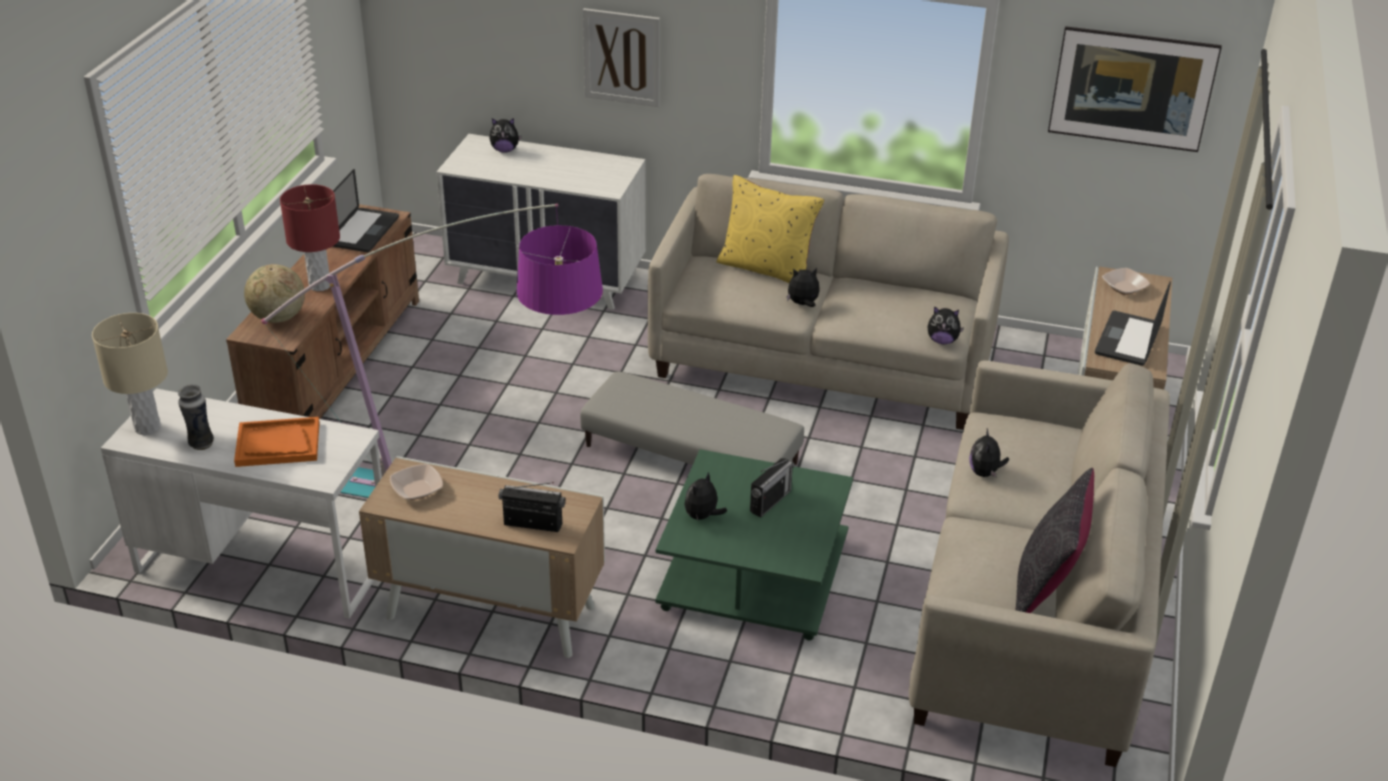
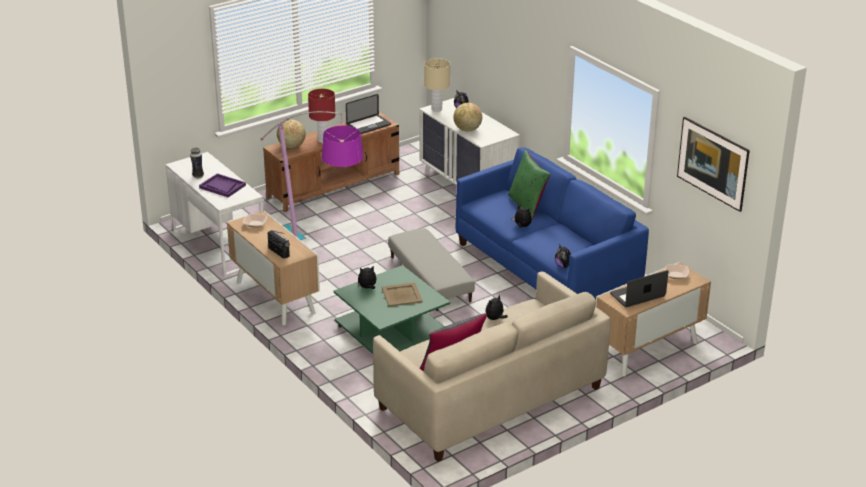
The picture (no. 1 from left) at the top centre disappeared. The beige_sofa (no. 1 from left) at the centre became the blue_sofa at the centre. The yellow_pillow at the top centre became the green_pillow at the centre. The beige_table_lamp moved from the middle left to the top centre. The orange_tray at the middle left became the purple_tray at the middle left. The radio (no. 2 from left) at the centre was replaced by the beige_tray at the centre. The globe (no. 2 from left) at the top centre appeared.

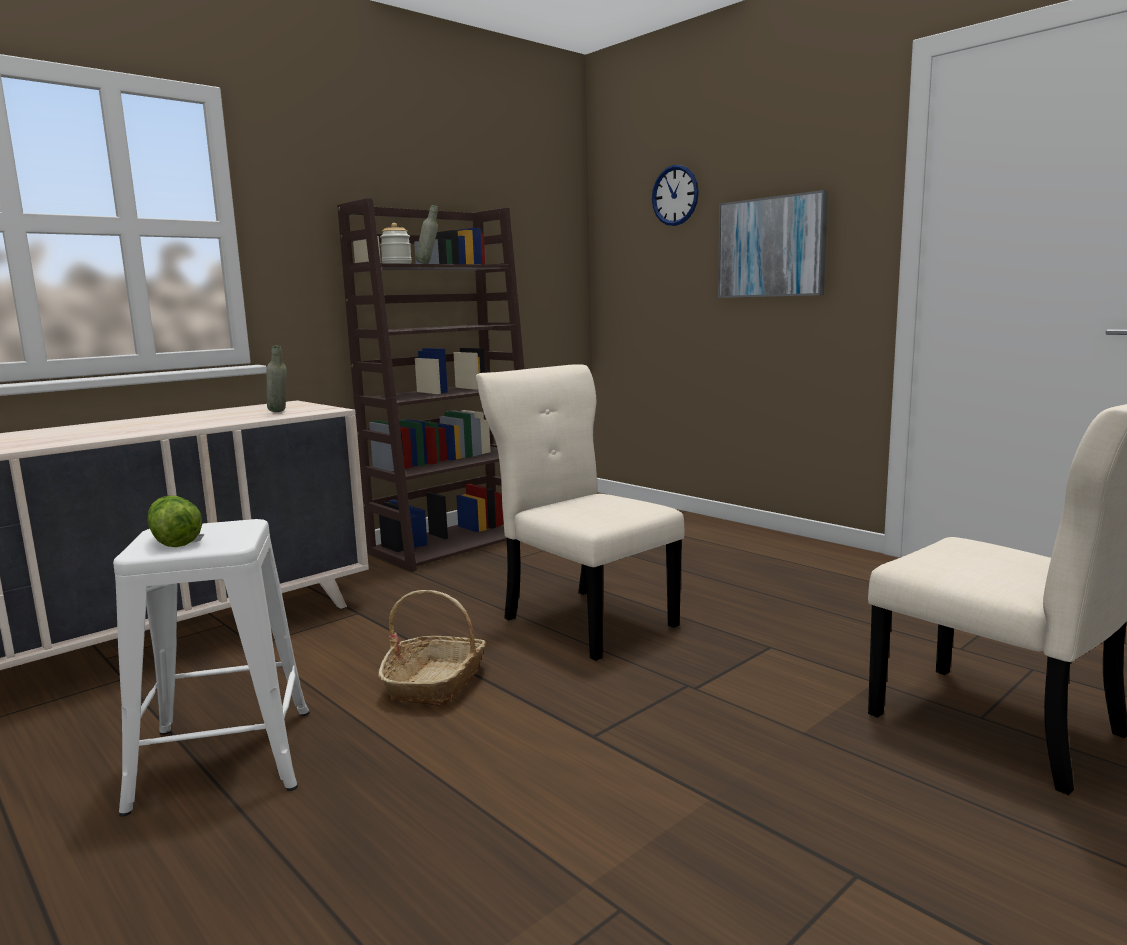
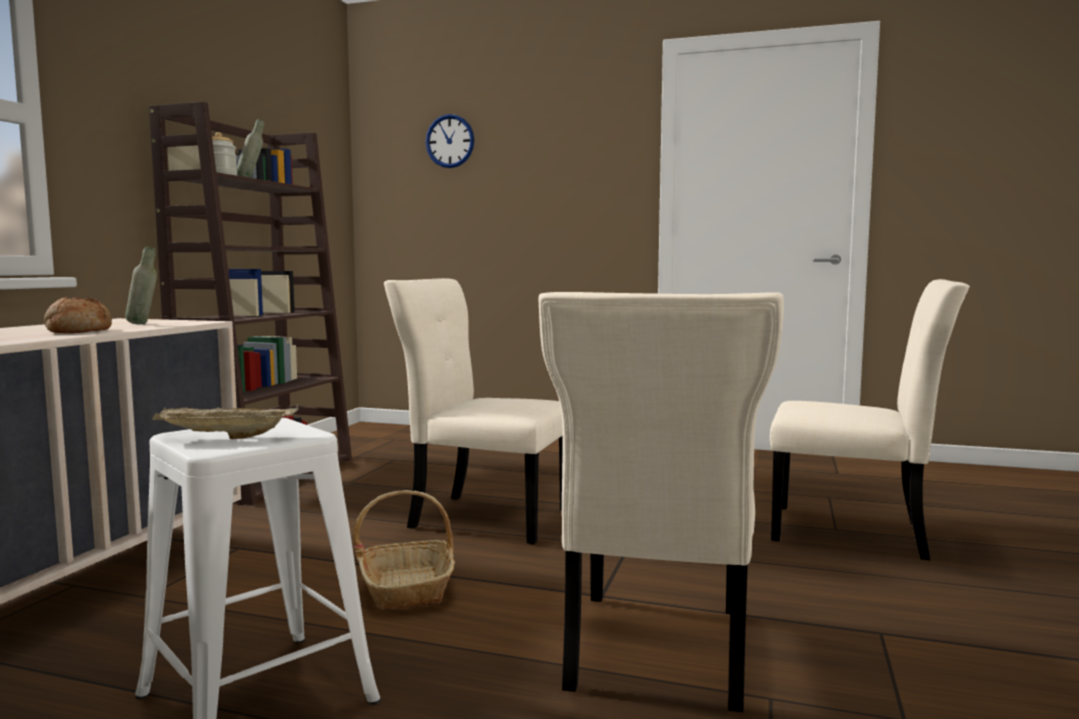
The picture at the top right disappeared. The lettuce at the middle left was replaced by the beige_tray at the middle left. The beige_chair (no. 2 from left) at the bottom centre appeared. The bread at the middle left appeared.

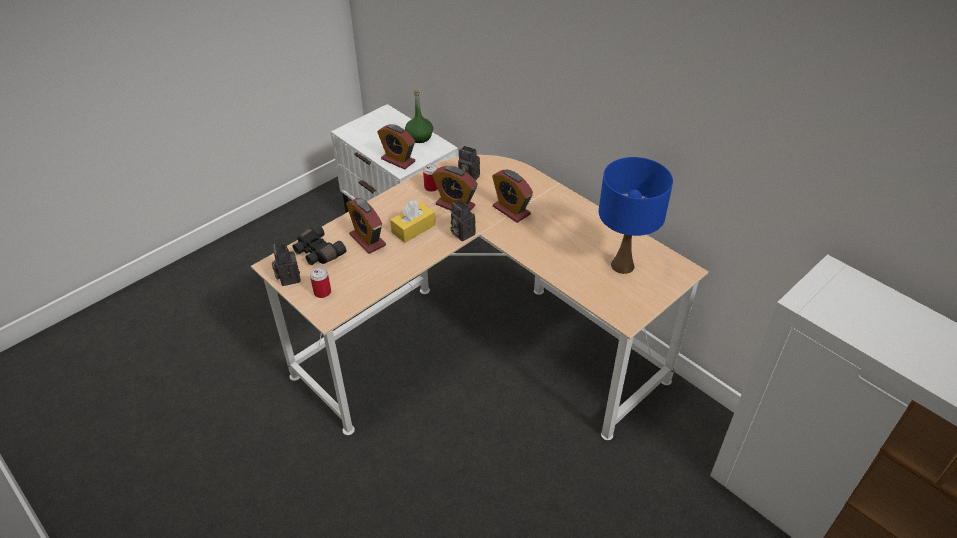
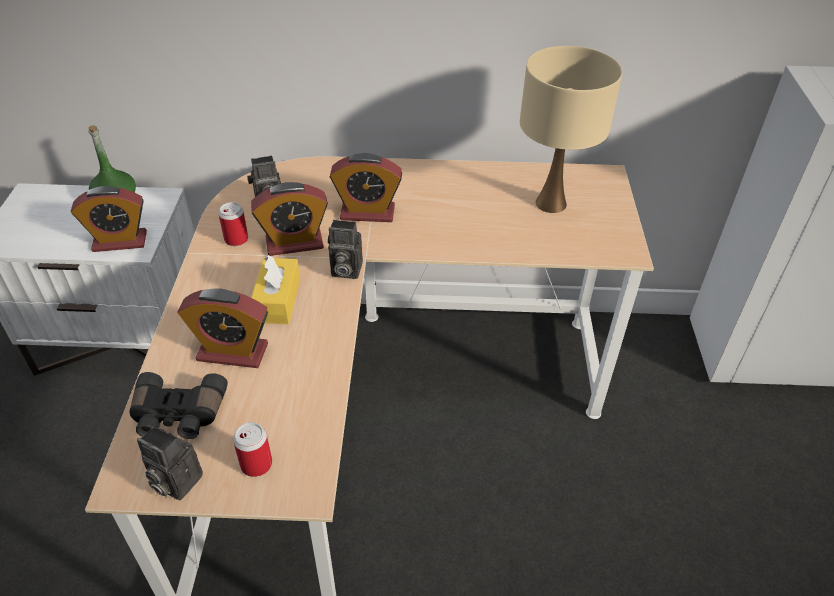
The blue_table_lamp at the centre became the beige_table_lamp at the top right.

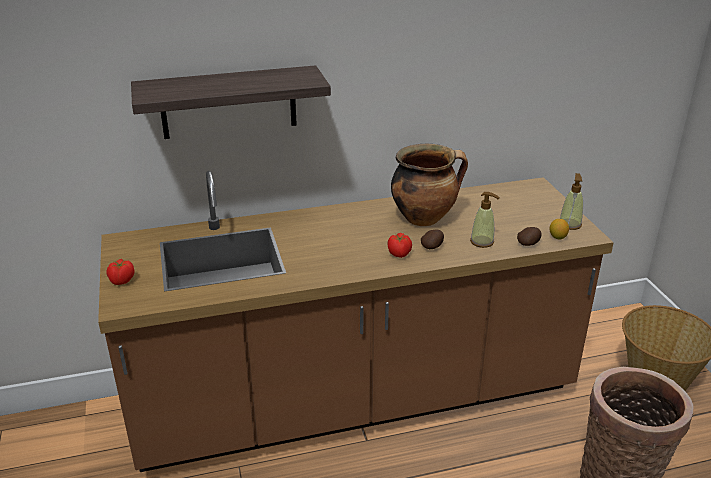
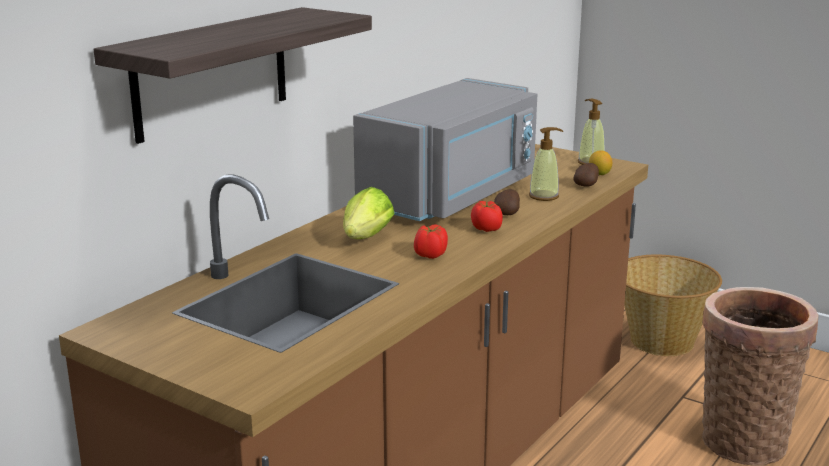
The cooking_pot at the centre was replaced by the grey_microwave at the top centre. The tomato (no. 1 from left) moved from the middle left to the centre. The lettuce at the centre appeared.

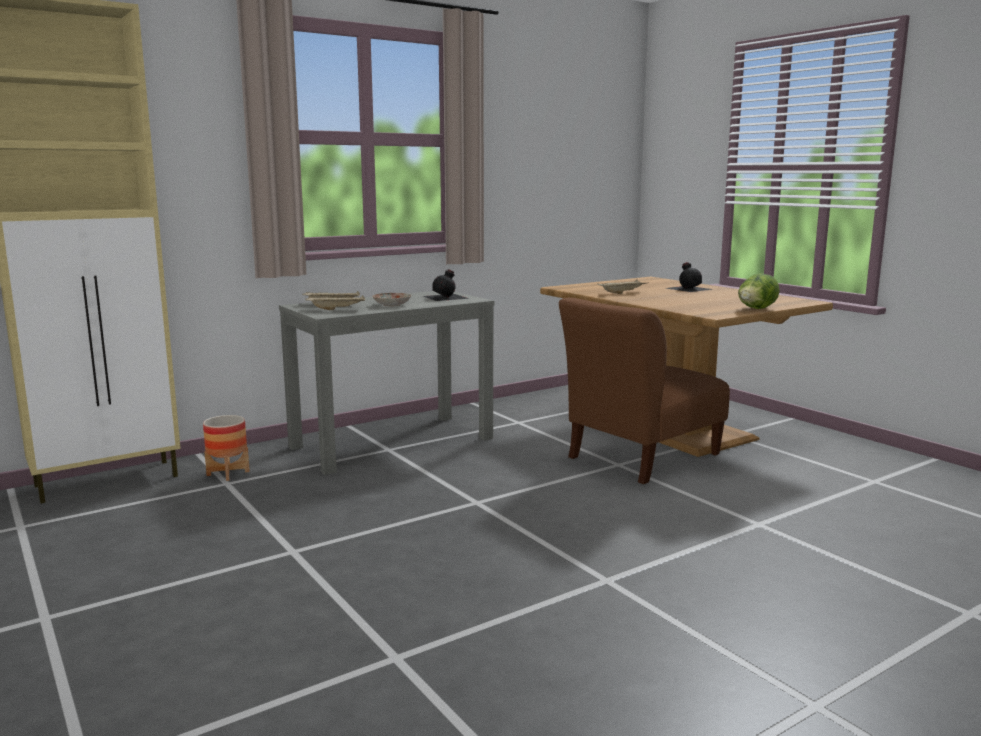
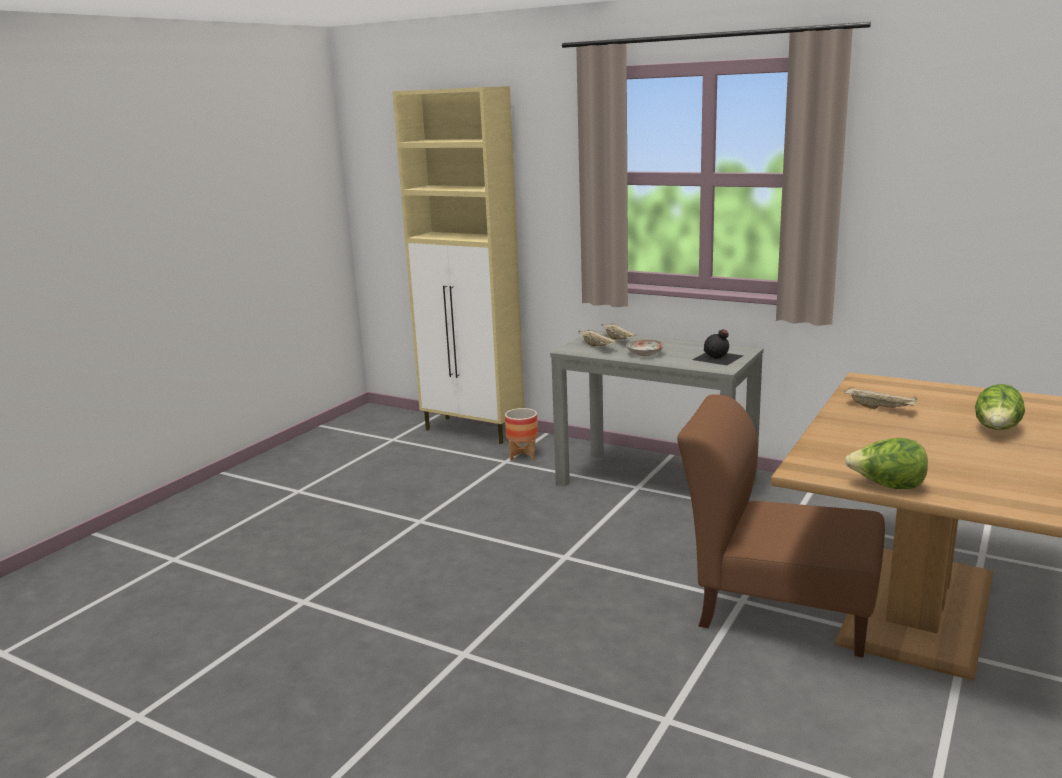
The black_bottle (no. 2 from left) at the middle right was replaced by the lettuce (no. 2 from left) at the middle right.

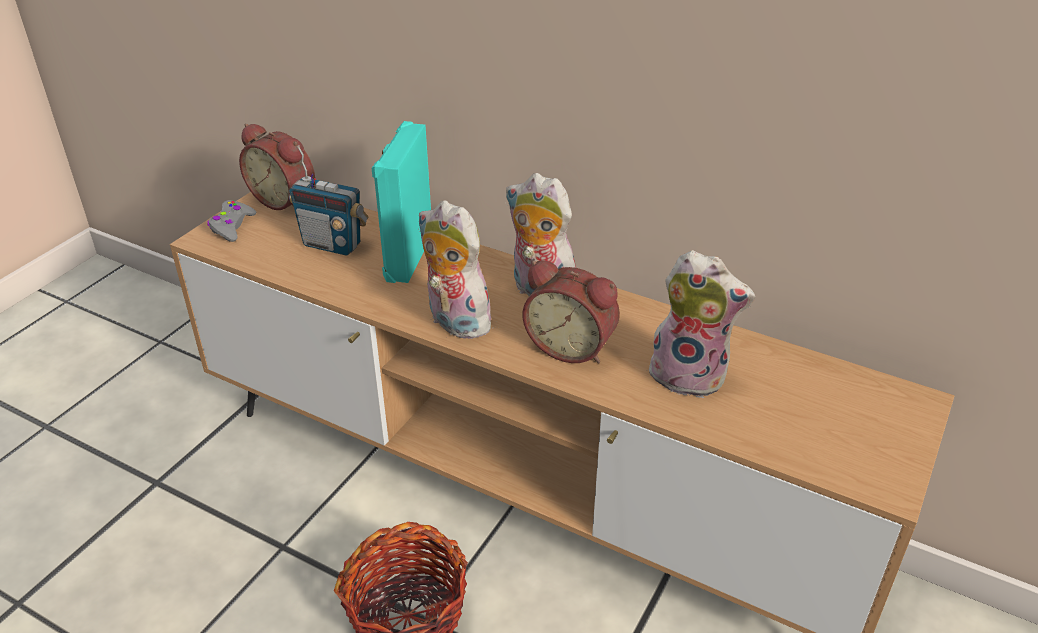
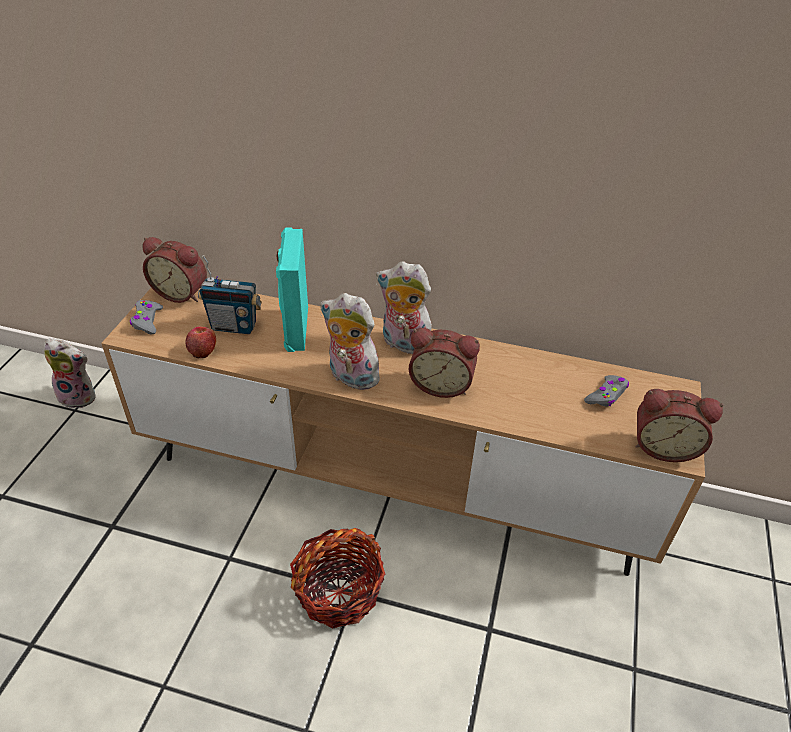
The plush_toy (no. 3 from left in the first image) moved from the middle right to the middle left. The apple at the middle left appeared. The grey_game_controller (no. 2 from left) at the middle right appeared. The alarm_clock (no. 3 from left) at the middle right appeared.

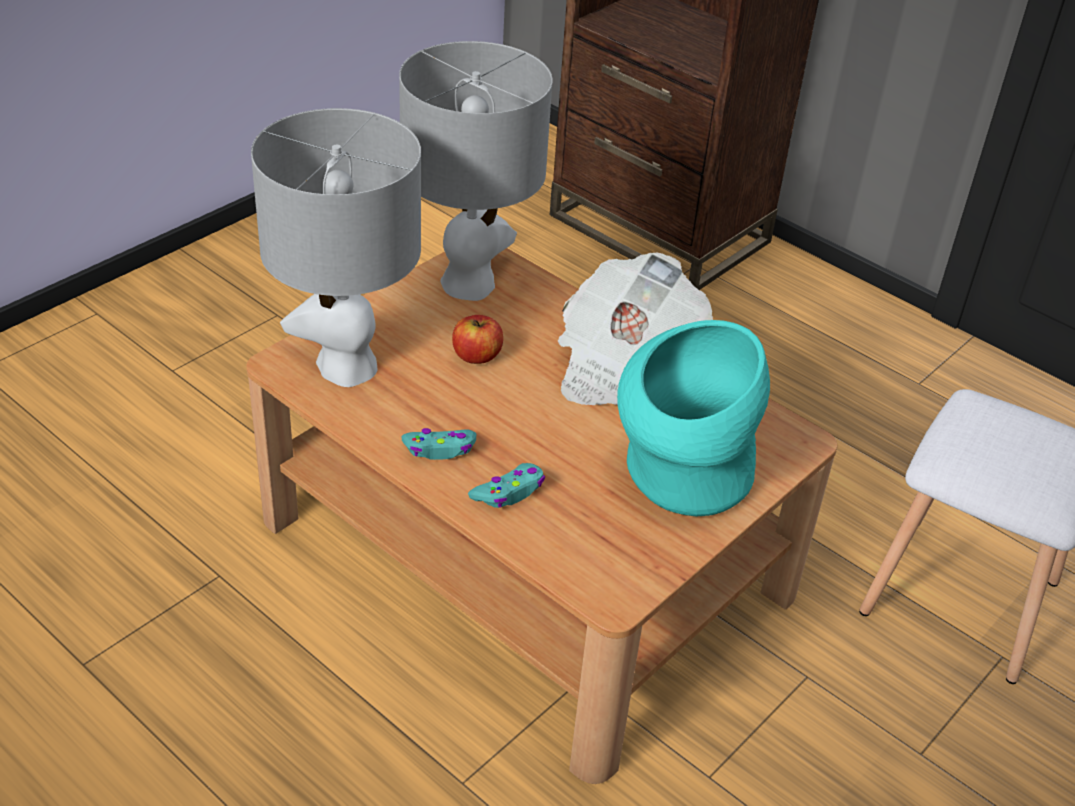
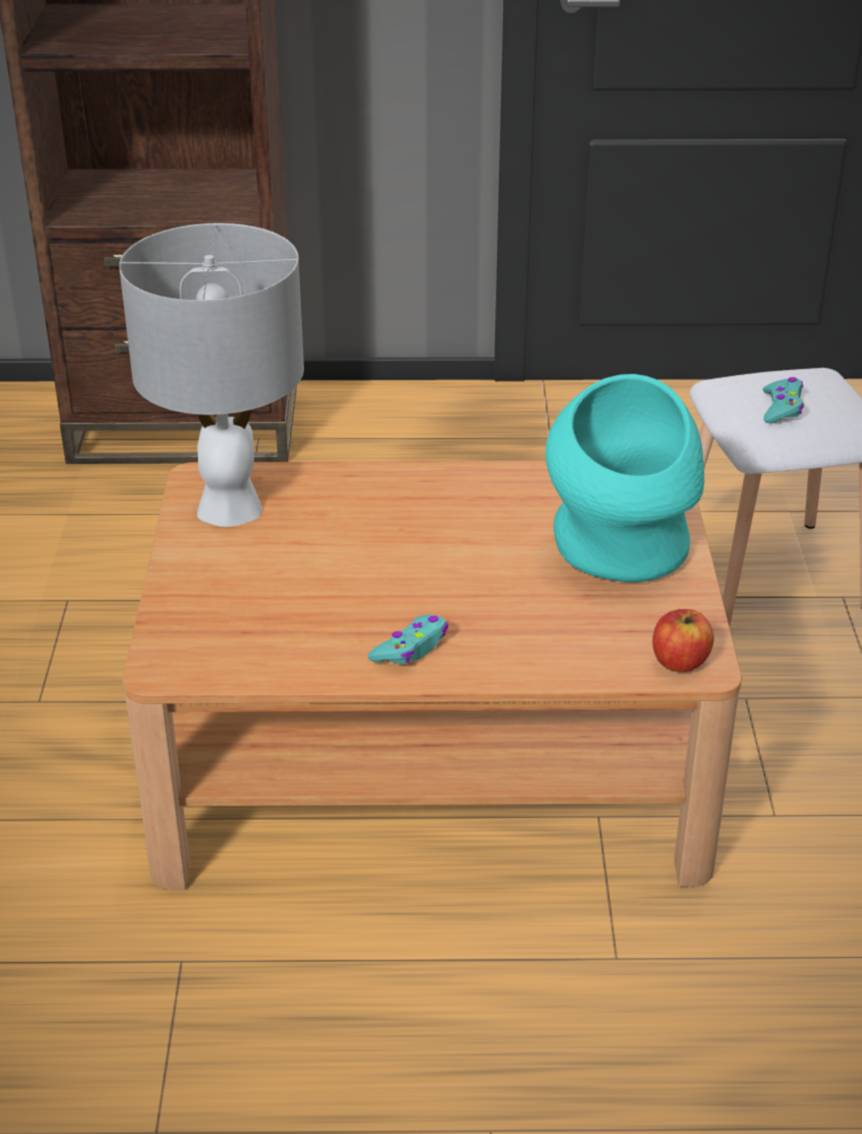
The grey_table_lamp (no. 1 from left) at the top left disappeared. The newspaper at the centre disappeared. The apple moved from the centre to the middle right. The turquoise_game_controller (no. 2 from left) moved from the centre to the middle right.

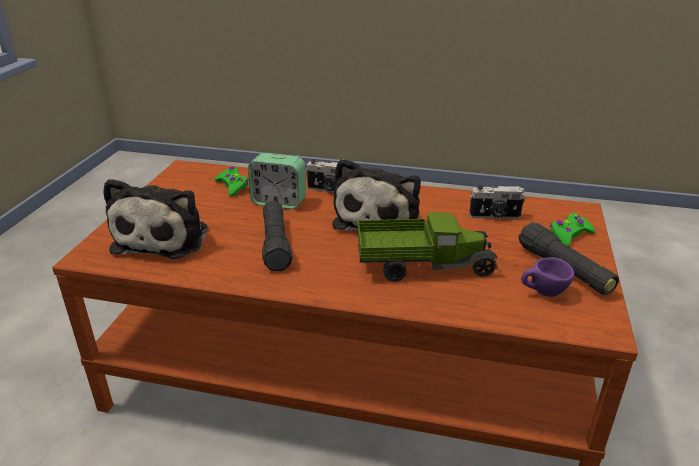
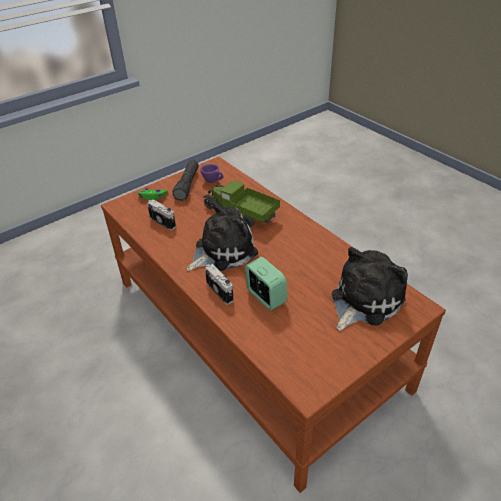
The green_game_controller (no. 1 from left) at the middle left disappeared. The black_flashlight (no. 1 from left) at the centre disappeared.

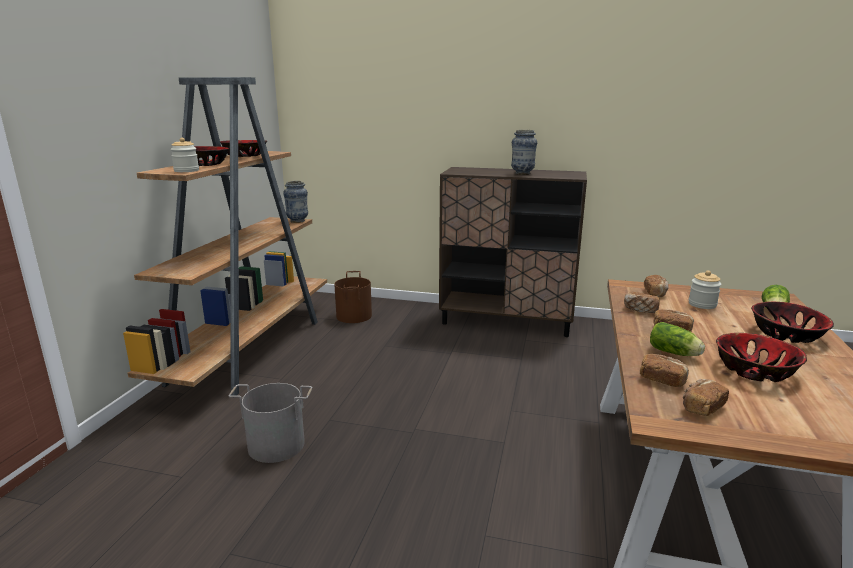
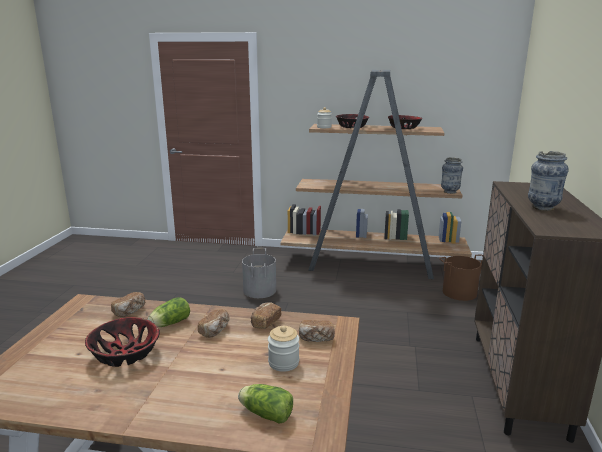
The bowl (no. 4 from left) at the middle right disappeared. The bread (no. 5 from left) at the bottom right disappeared.

